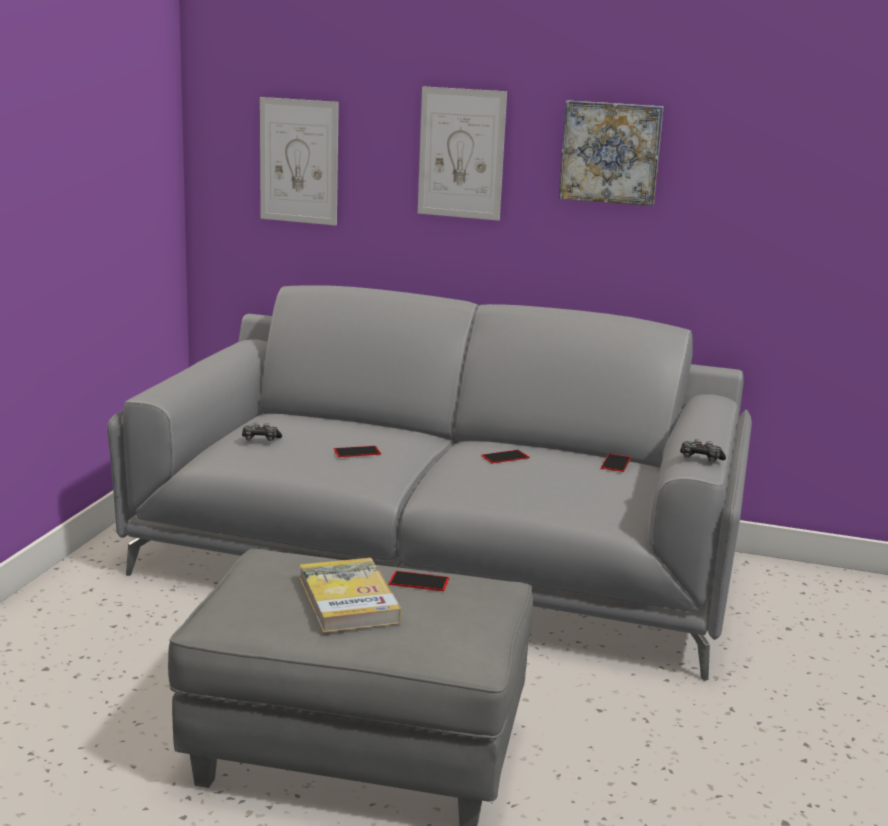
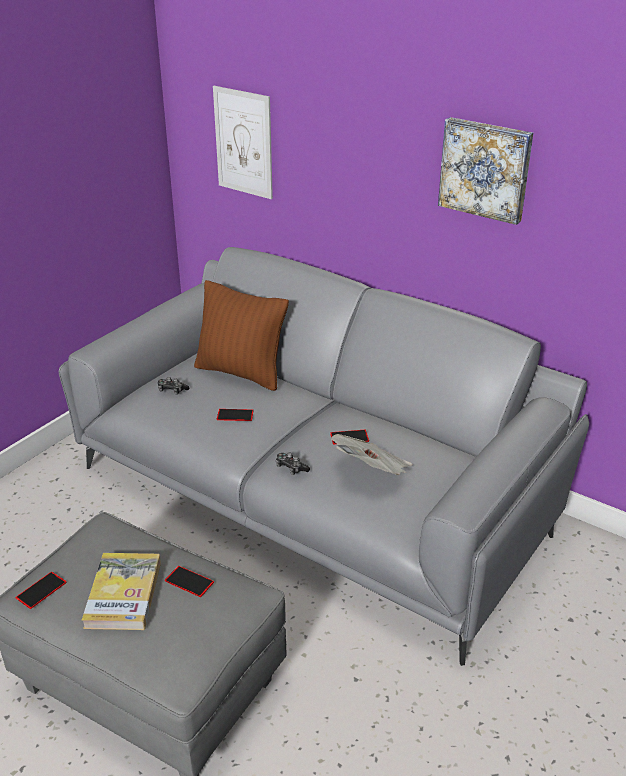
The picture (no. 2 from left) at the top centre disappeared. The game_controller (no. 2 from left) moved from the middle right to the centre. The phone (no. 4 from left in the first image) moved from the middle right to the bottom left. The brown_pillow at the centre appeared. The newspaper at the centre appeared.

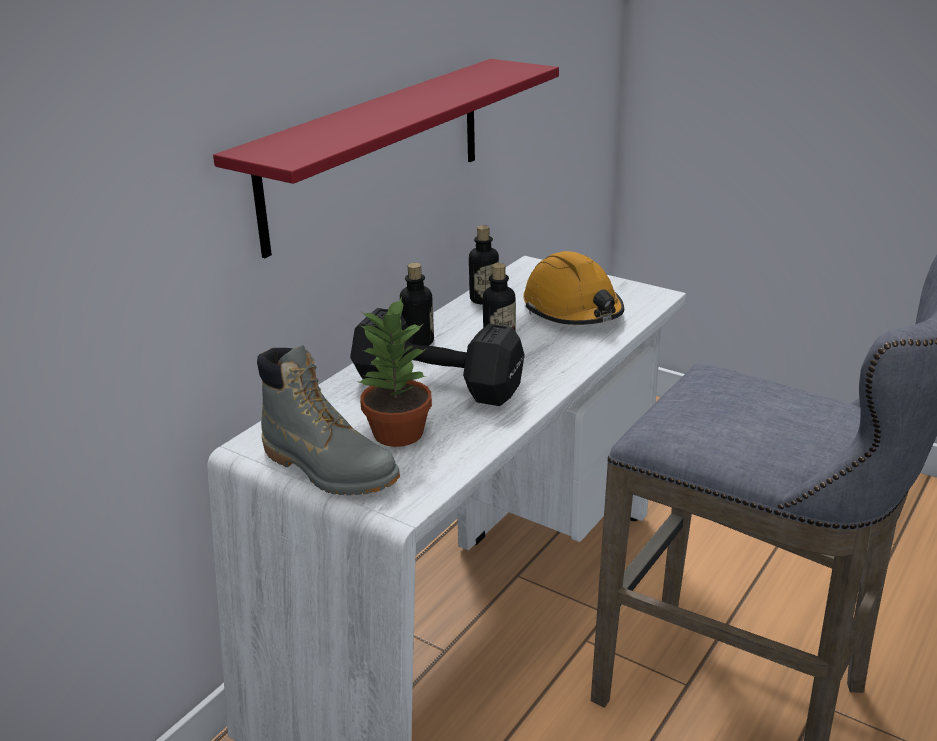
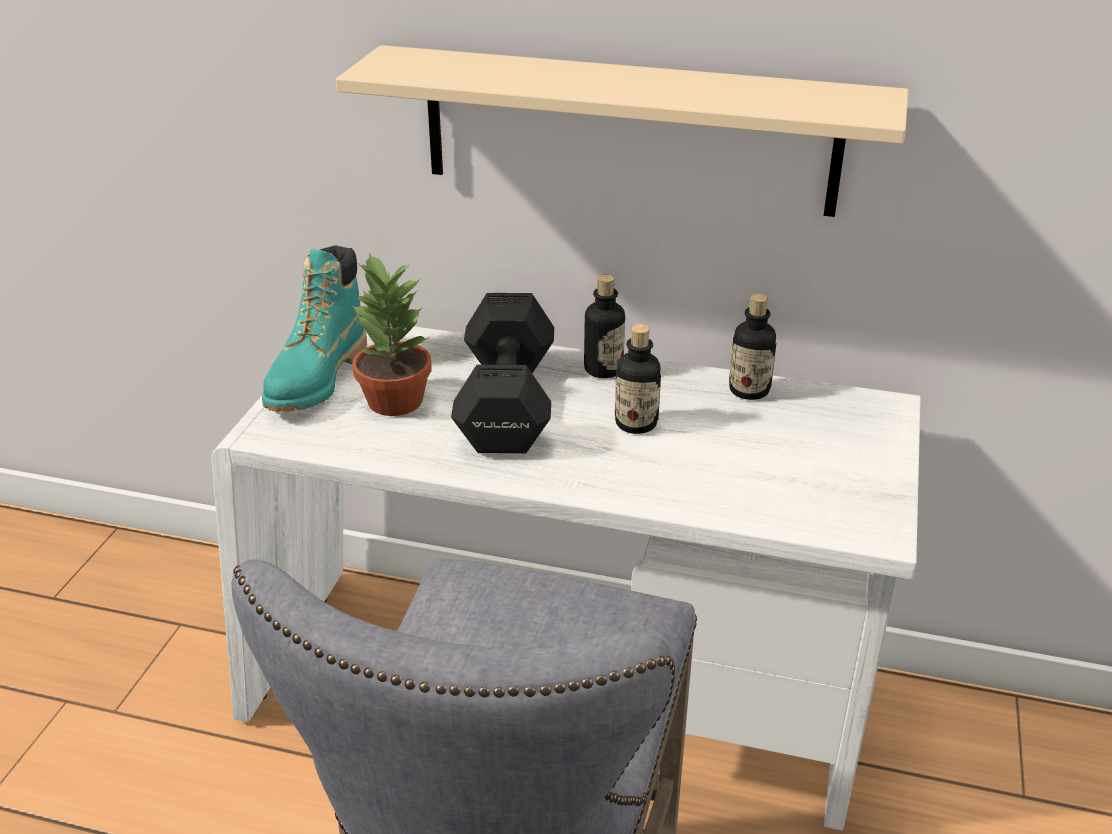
The red_shelf at the top centre became the beige_shelf at the top centre. The orange_hard_hat at the centre disappeared. The grey_boot at the centre became the turquoise_boot at the middle left.

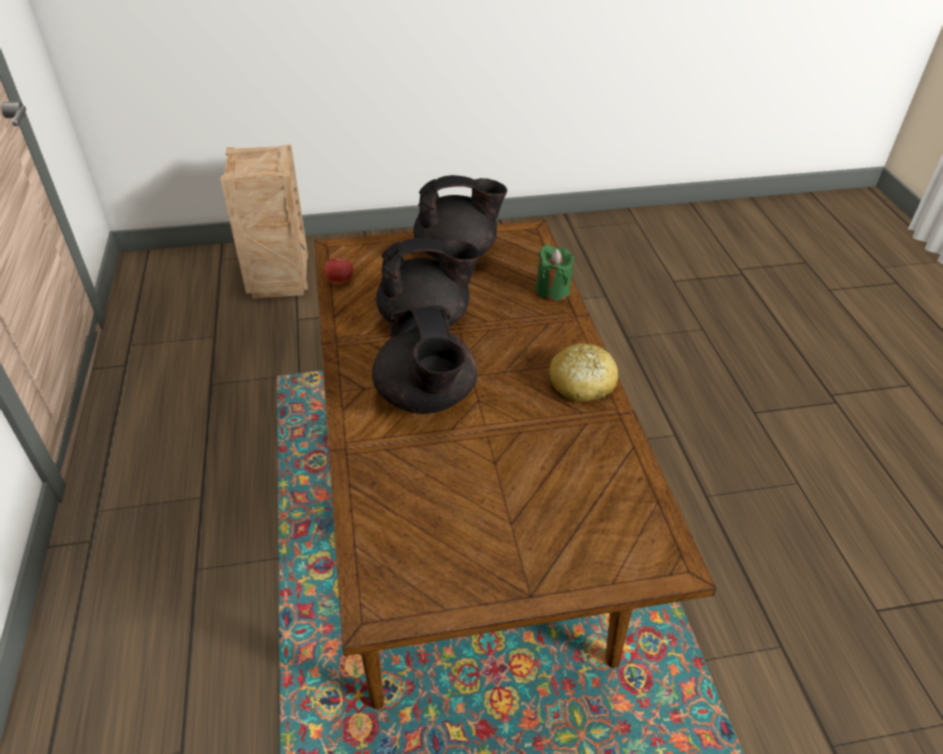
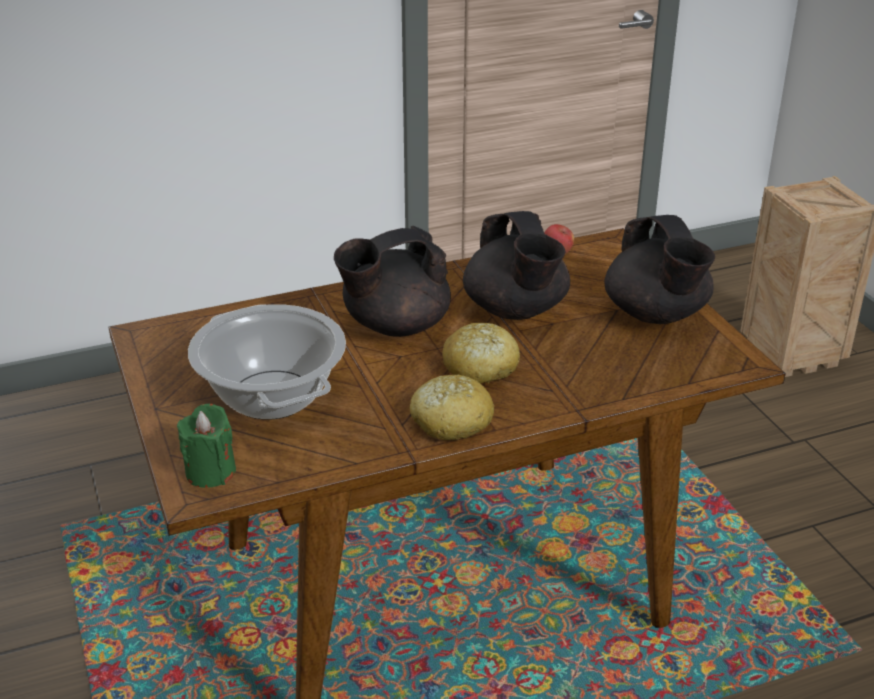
The green_candle moved from the centre to the middle left. The cooking_pot at the middle left appeared. The bread (no. 2 from left) at the centre appeared.

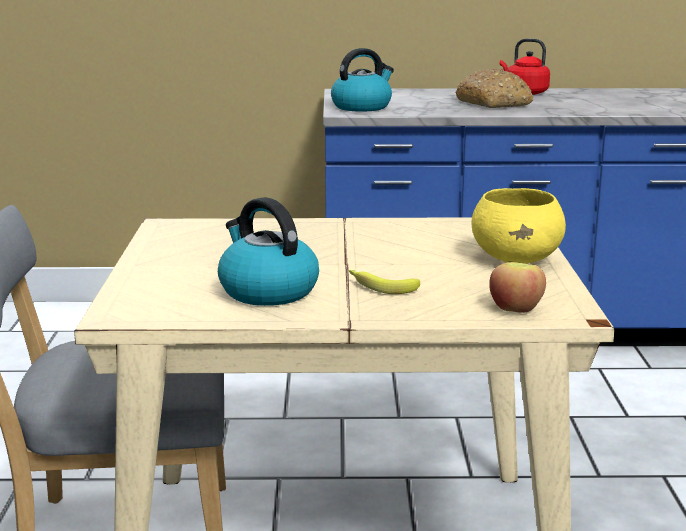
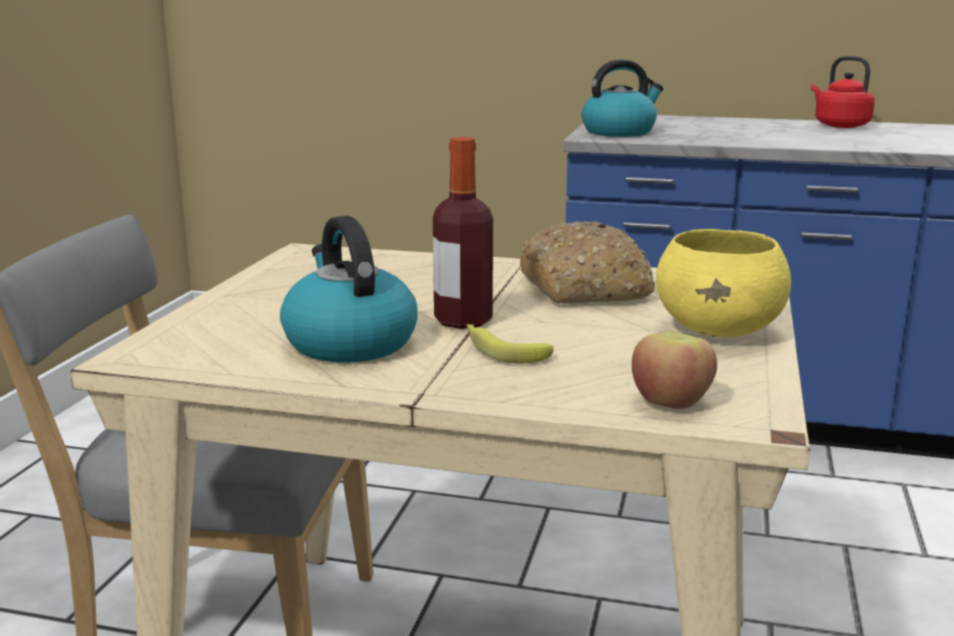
The bread moved from the top right to the centre. The bottle at the centre appeared.

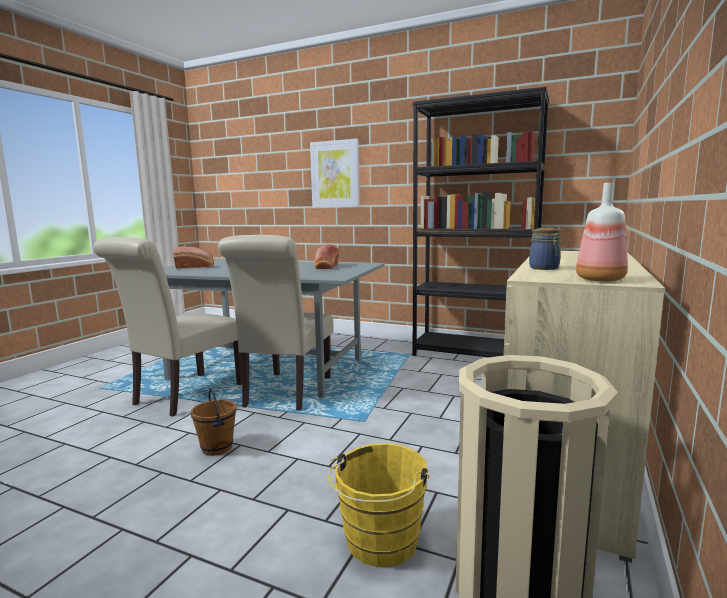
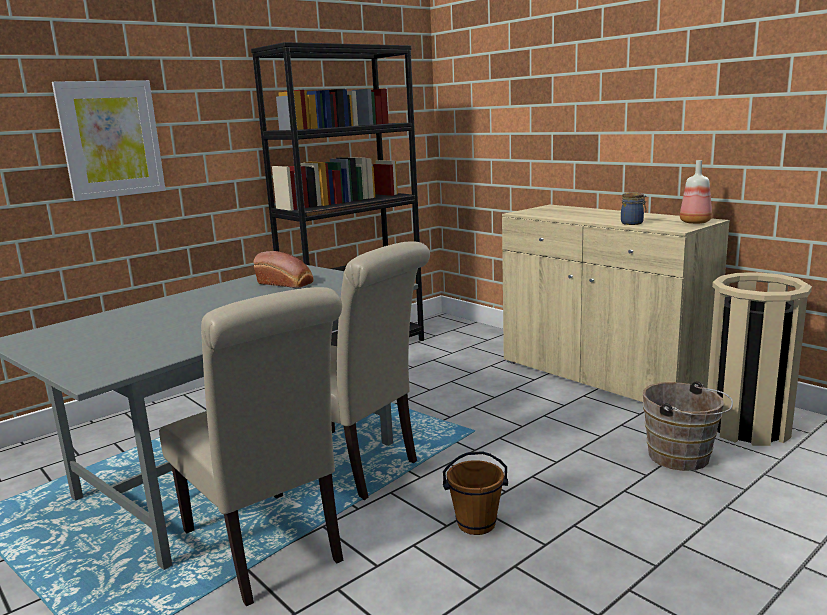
The bread (no. 1 from left) at the middle left disappeared. The yellow_bucket at the bottom centre became the brown_bucket (no. 2 from left) at the bottom right.

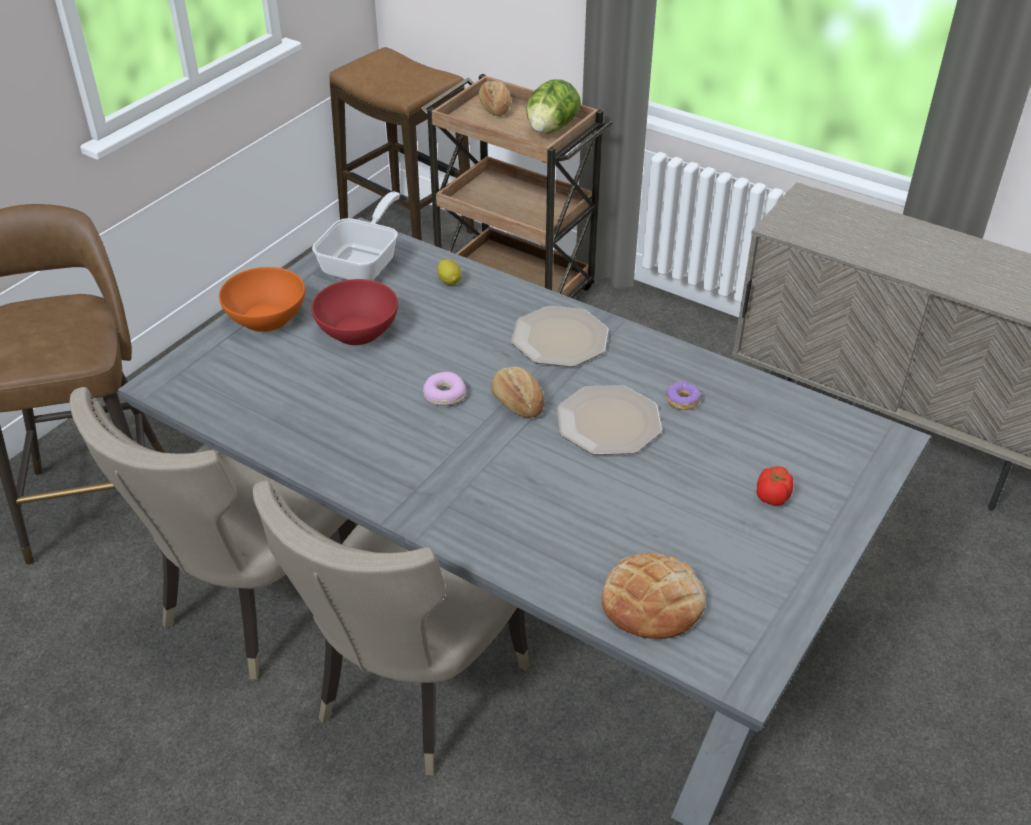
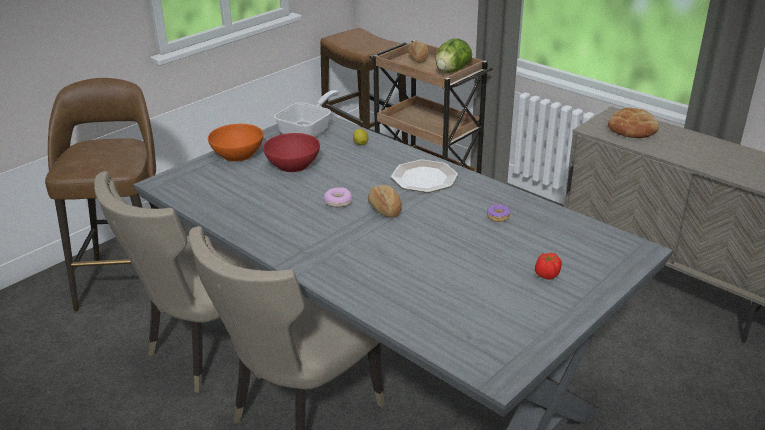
The plate (no. 2 from left) at the centre disappeared. The bread (no. 3 from left) moved from the bottom centre to the top right.

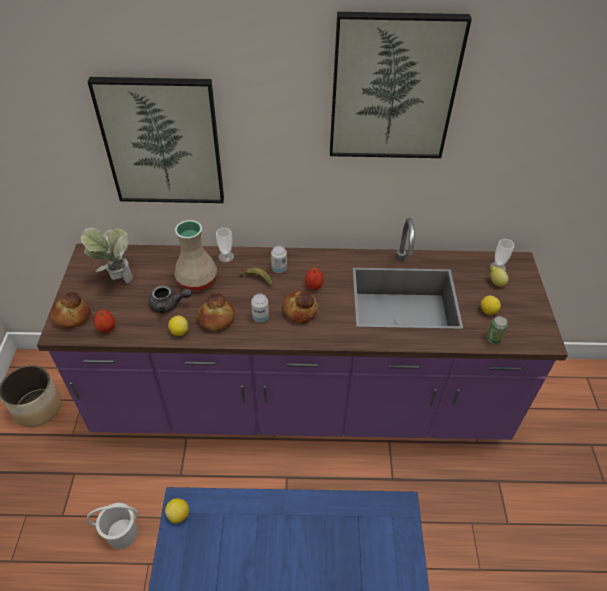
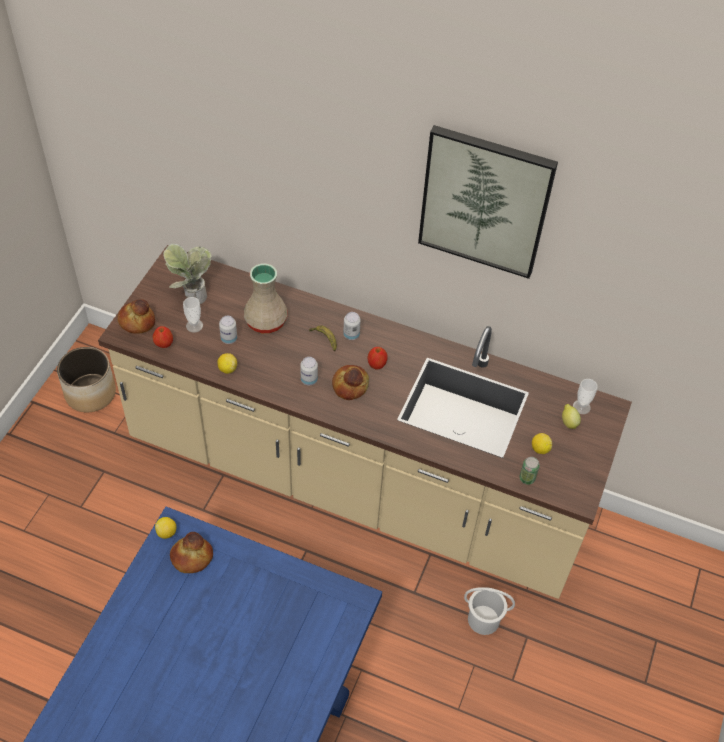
The picture (no. 1 from left) at the top left disappeared. The purple_counter at the centre became the beige_counter at the centre. The cup (no. 1 from left) moved from the centre to the middle left. The grey_teapot at the middle left was replaced by the can (no. 1 from left) at the middle left. The bread (no. 2 from left) moved from the centre to the bottom left. The white_bucket moved from the bottom left to the bottom right.

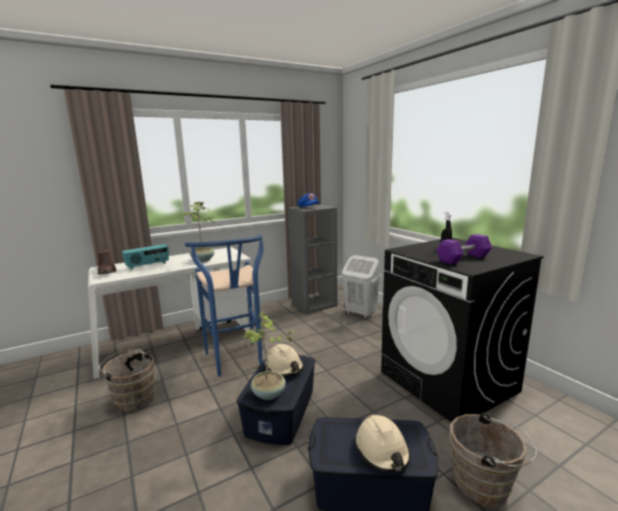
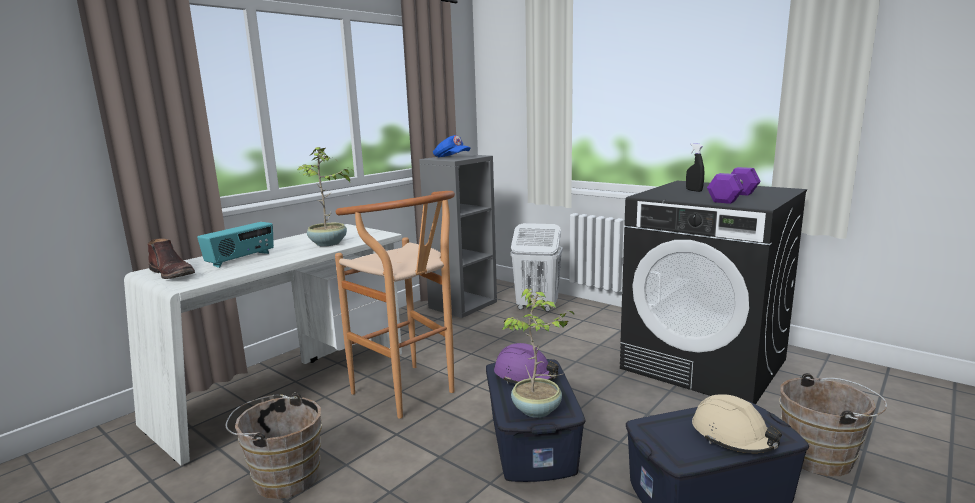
The blue_stool at the centre became the brown_stool at the centre. The beige_hard_hat (no. 1 from left) at the bottom centre became the purple_hard_hat at the bottom centre.

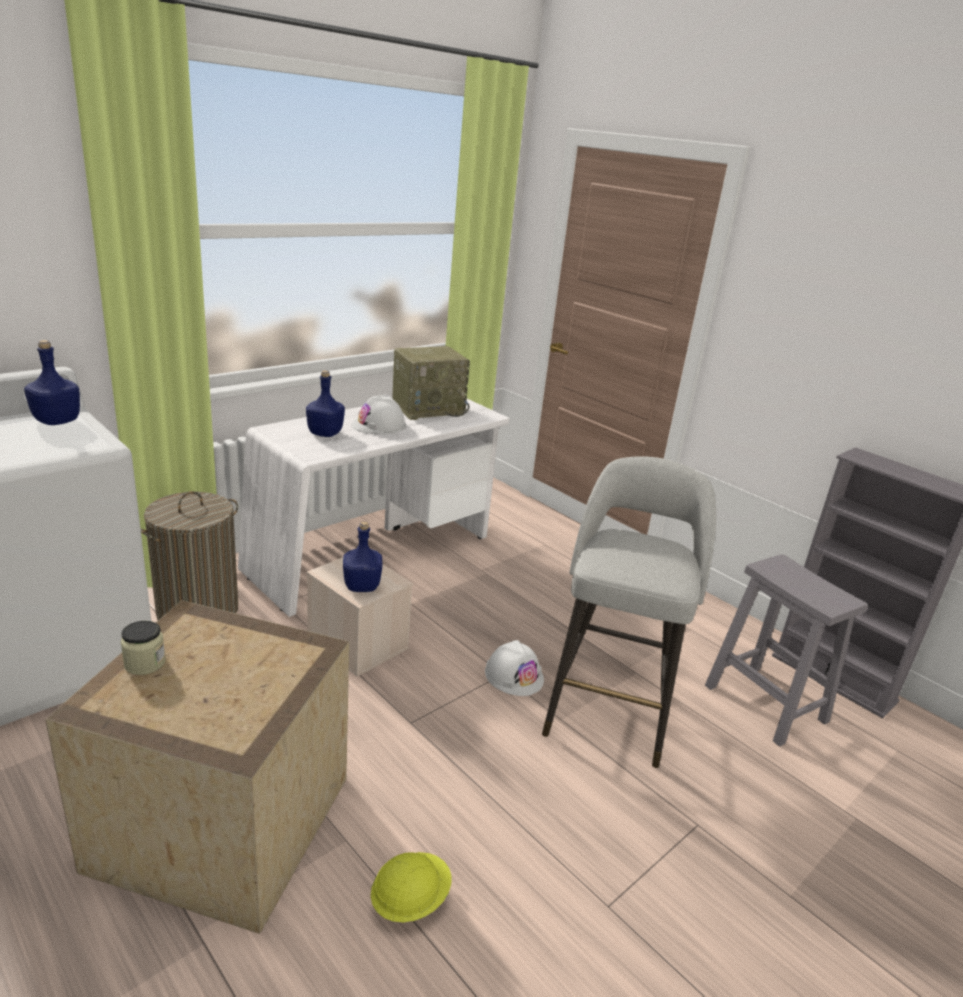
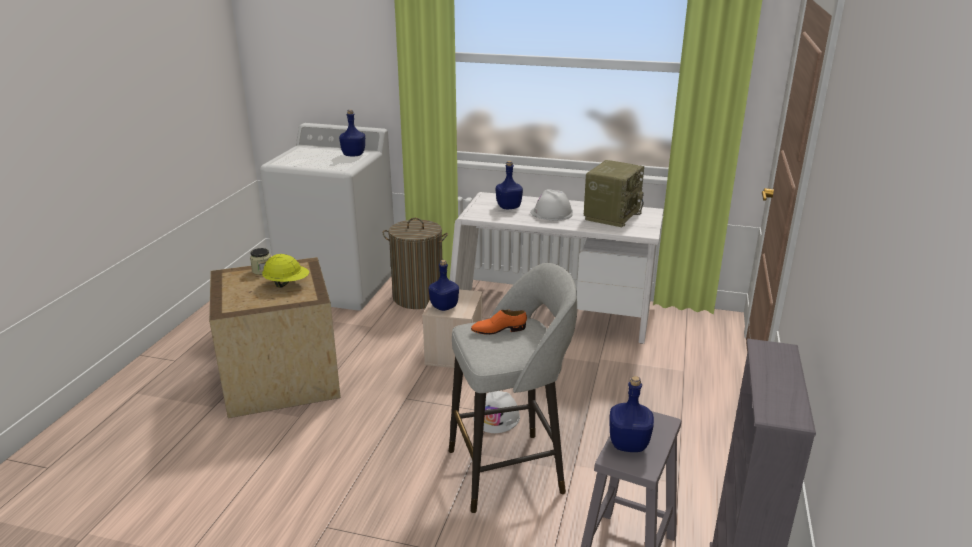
The radio at the centre turned 90 degrees counterclockwise. The yellow_hard_hat moved from the bottom centre to the middle left. The orange_shoe at the centre appeared. The blue_bottle (no. 4 from left) at the bottom centre appeared.

